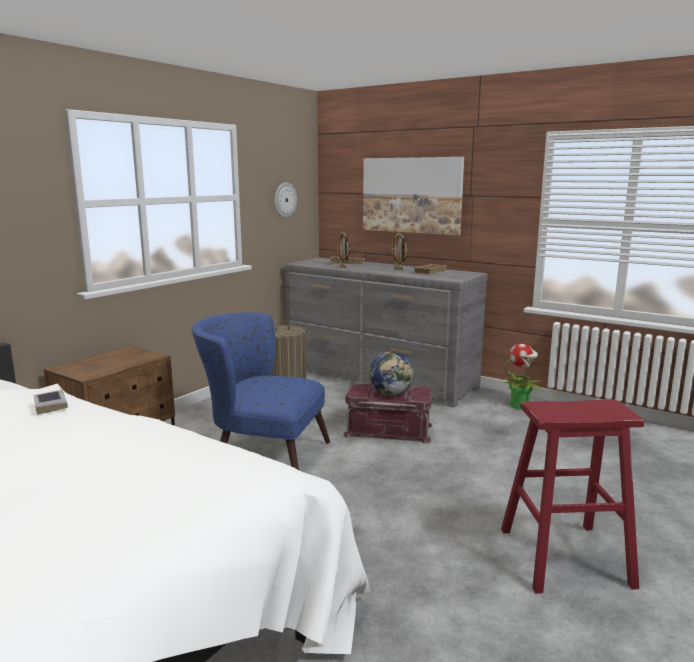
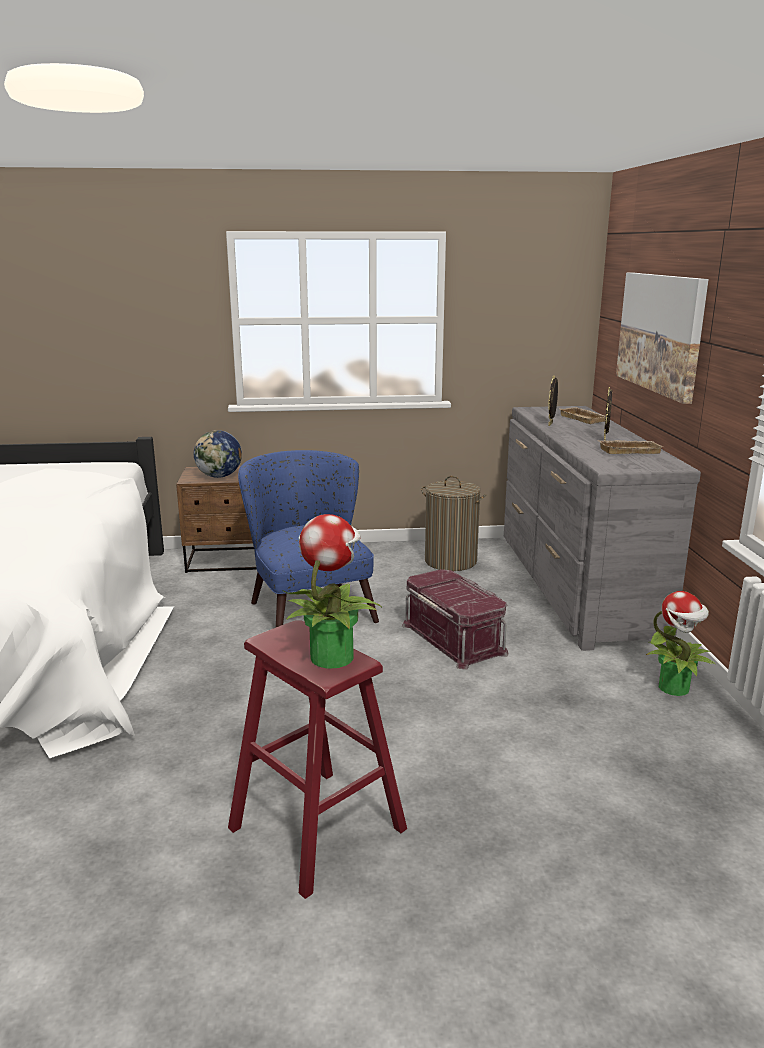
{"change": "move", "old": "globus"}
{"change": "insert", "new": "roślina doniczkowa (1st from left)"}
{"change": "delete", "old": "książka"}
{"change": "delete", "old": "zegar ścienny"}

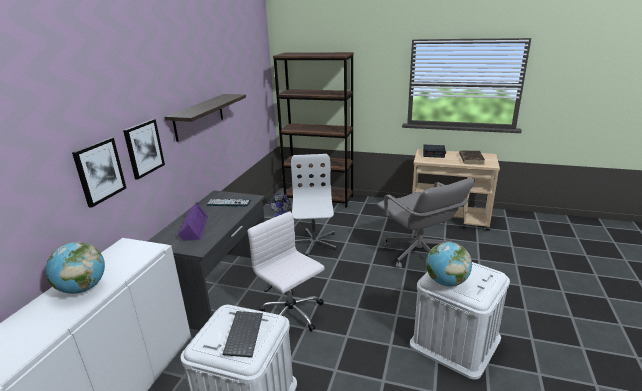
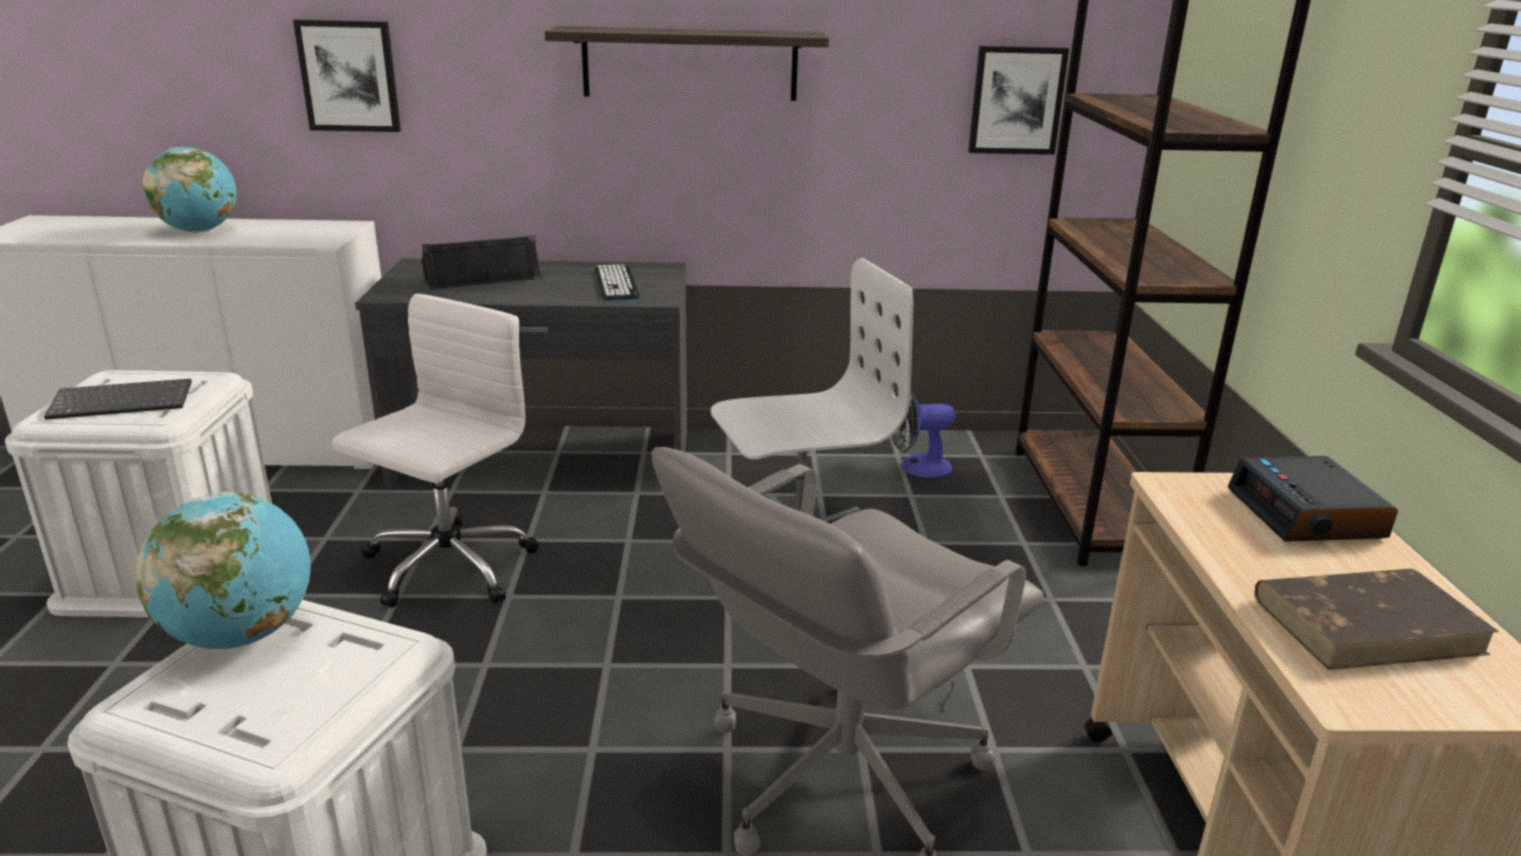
{"change": "recolor", "old": "głośnik/fioletowy", "new": "głośnik/czarny"}
{"change": "move", "old": "obraz (2nd from left)"}

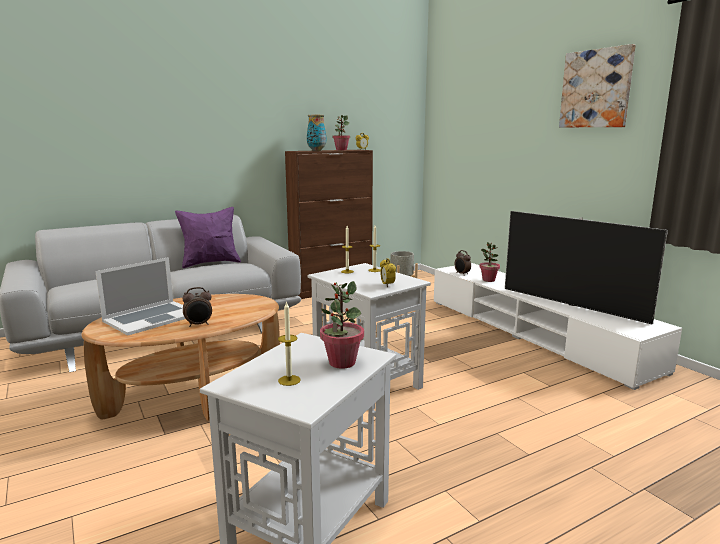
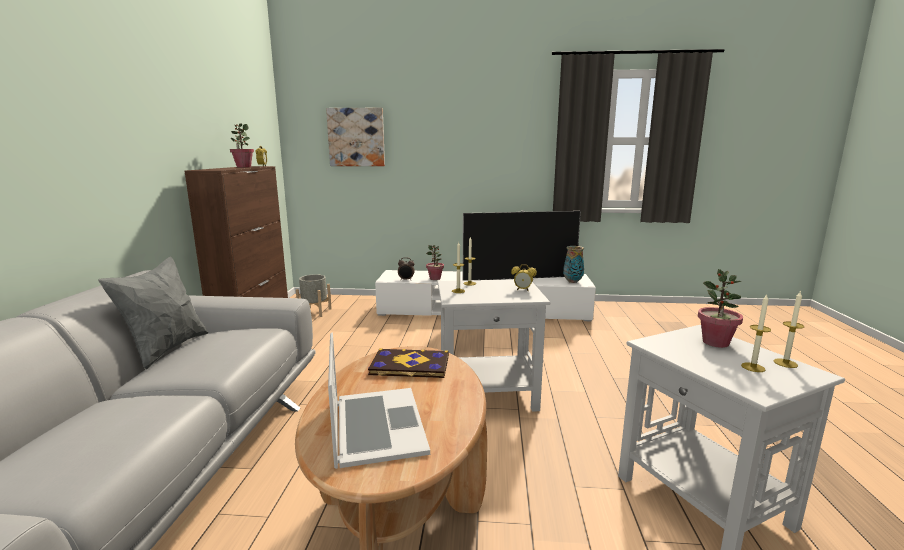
{"change": "recolor", "old": "poduszka/fioletowy", "new": "poduszka/szary"}
{"change": "move", "old": "obraz"}
{"change": "insert", "new": "książka"}
{"change": "move", "old": "wazon"}
{"change": "insert", "new": "świeca (4th from left)"}
{"change": "delete", "old": "budzik (1st from left)"}

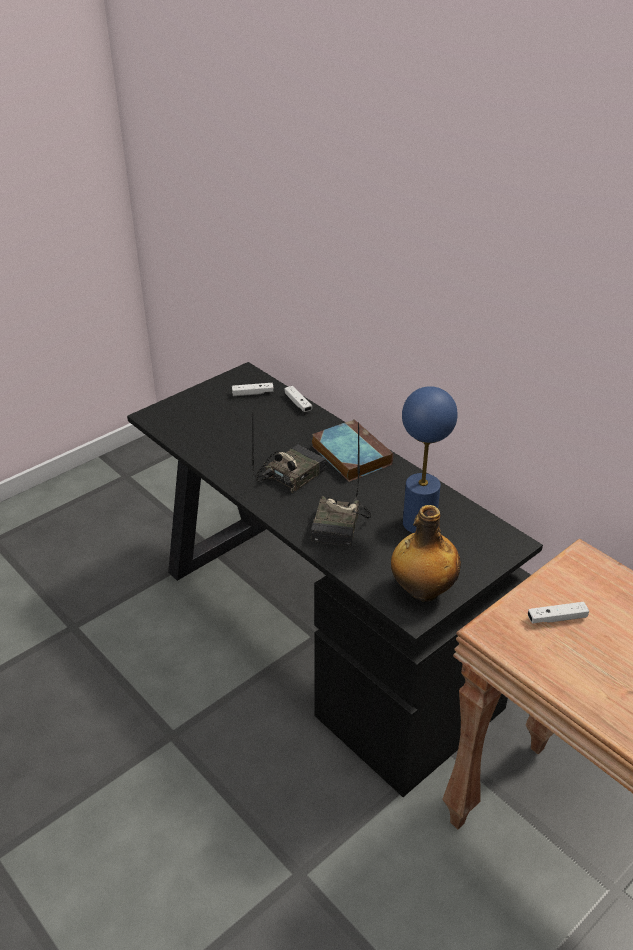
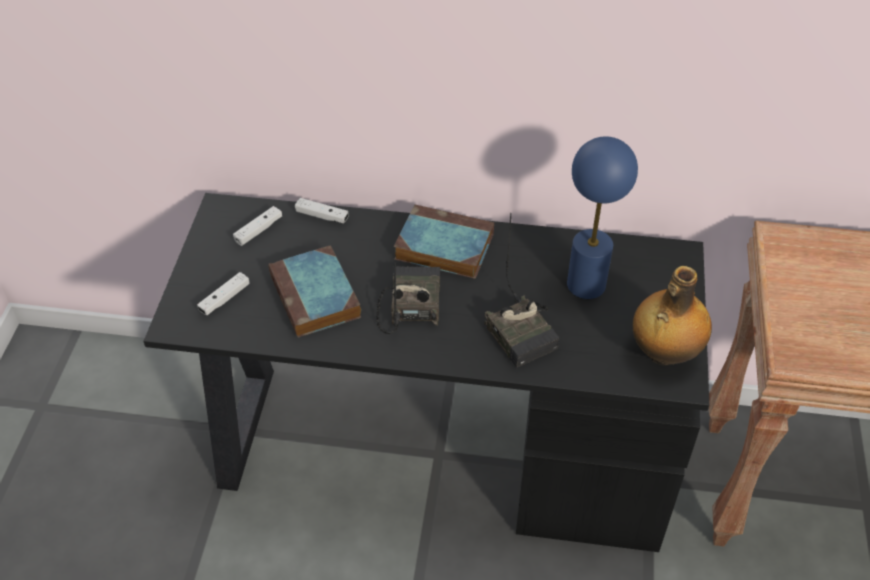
{"change": "move", "old": "pad do gier/biały (3rd from left in the first image)", "new": "pad do gier/biały (1st from left)"}
{"change": "insert", "new": "książka (1st from left)"}

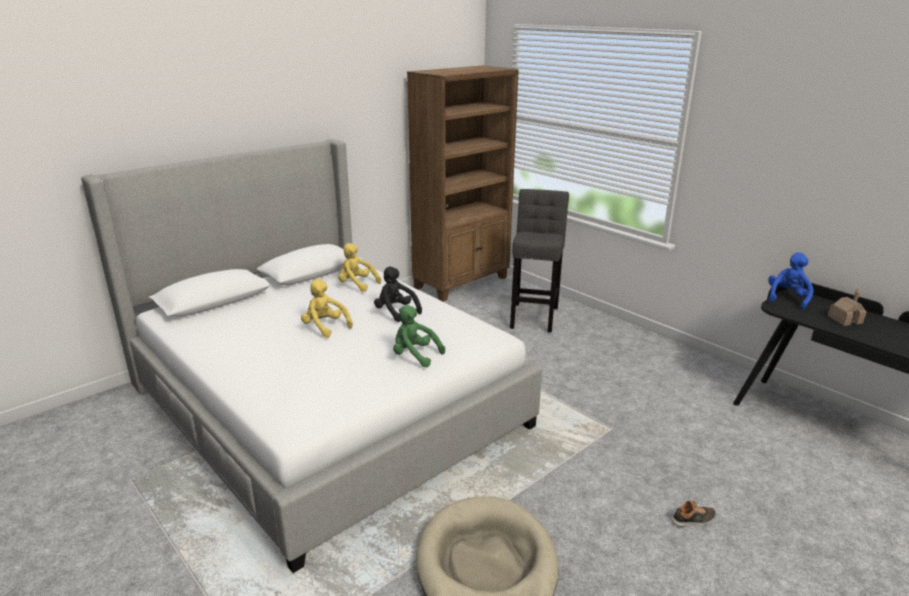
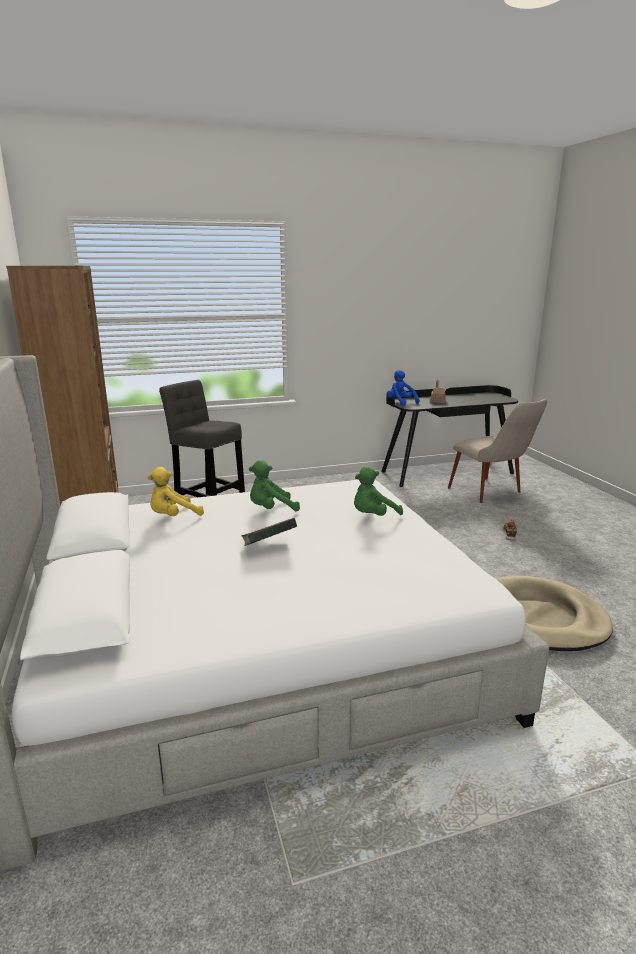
{"change": "replace", "old": "pluszak/żółty (1st from left)", "new": "książka"}
{"change": "recolor", "old": "pluszak/czarny", "new": "pluszak/zielony (1st from left)"}
{"change": "insert", "new": "krzesło/beżowy"}

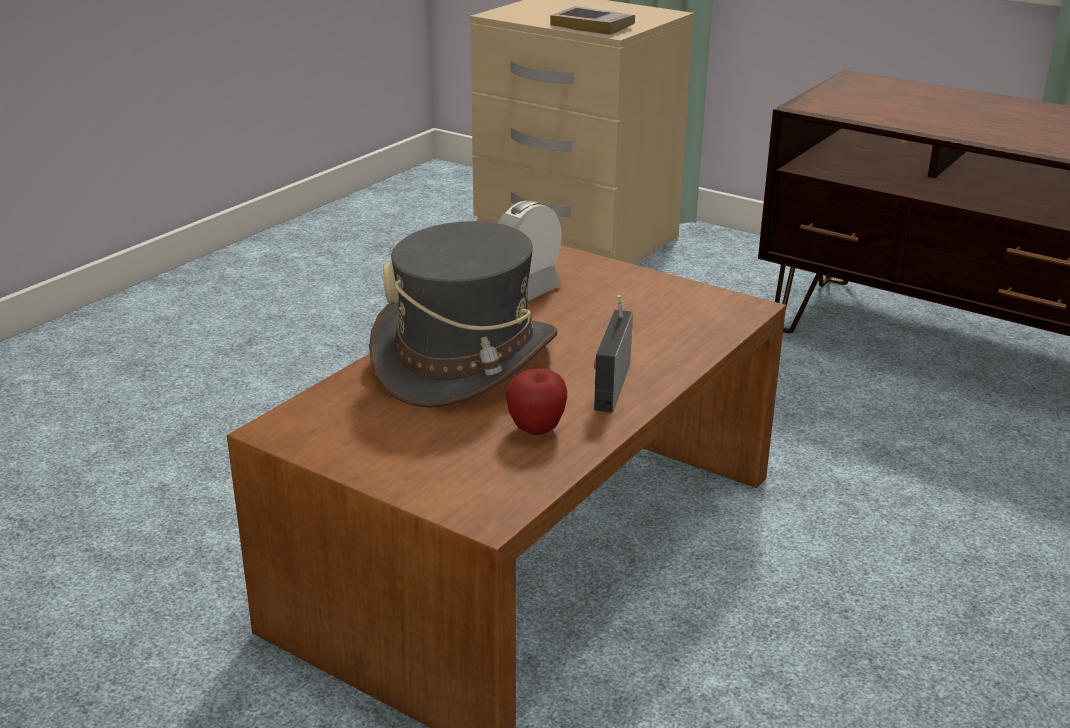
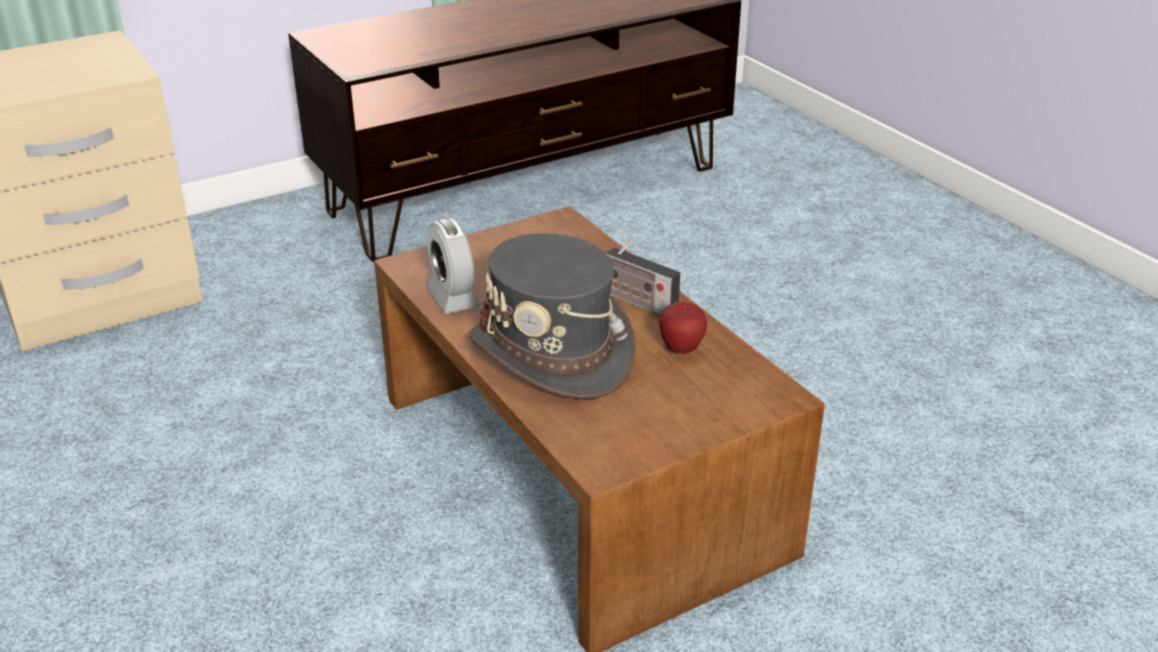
{"change": "delete", "old": "książka"}

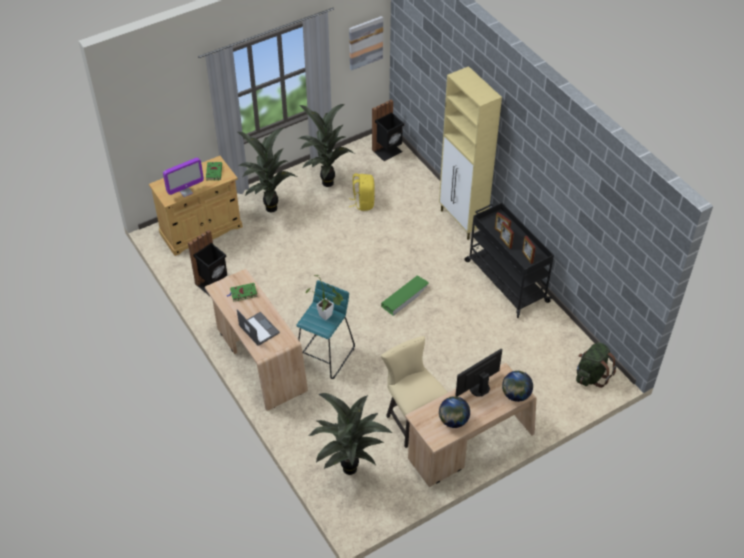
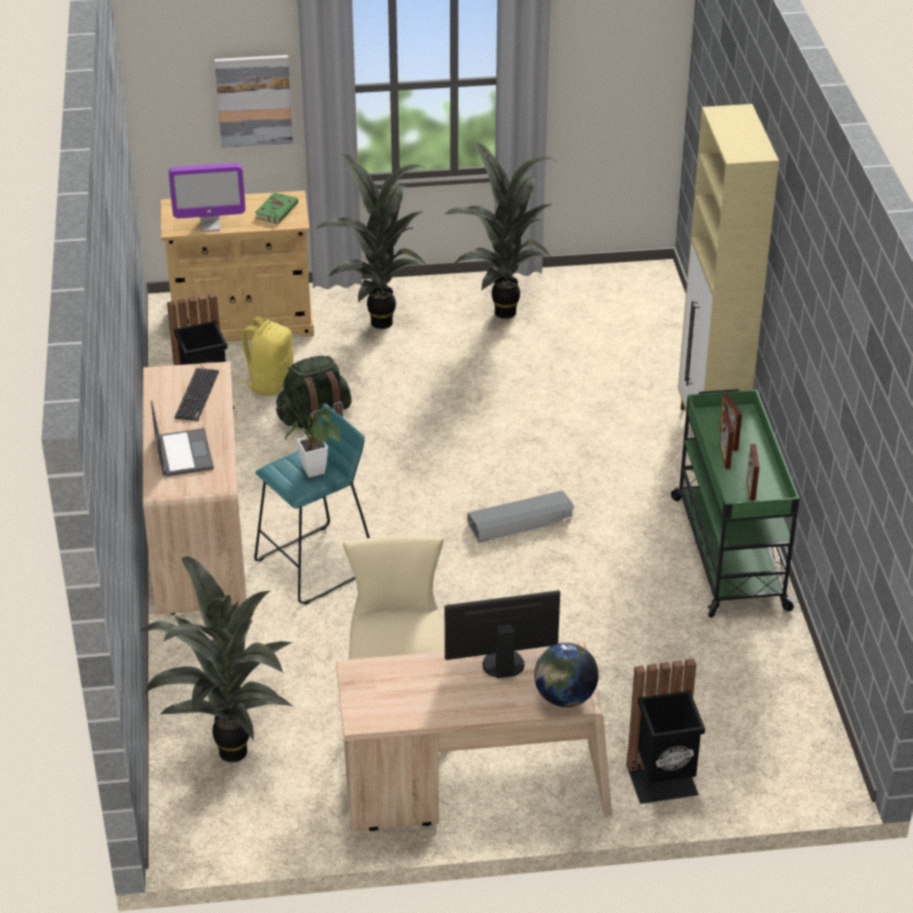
{"change": "replace", "old": "książka/zielony (2nd from left)", "new": "klawiatura"}
{"change": "move", "old": "obraz"}
{"change": "move", "old": "plecak/żółty"}
{"change": "move", "old": "plecak/zielony"}
{"change": "recolor", "old": "pojemnik do przechowywania/zielony", "new": "pojemnik do przechowywania/szary"}
{"change": "move", "old": "kosz na śmieci/czarny (2nd from left)"}
{"change": "recolor", "old": "wózek/czarny", "new": "wózek/zielony"}
{"change": "delete", "old": "globus (1st from left)"}

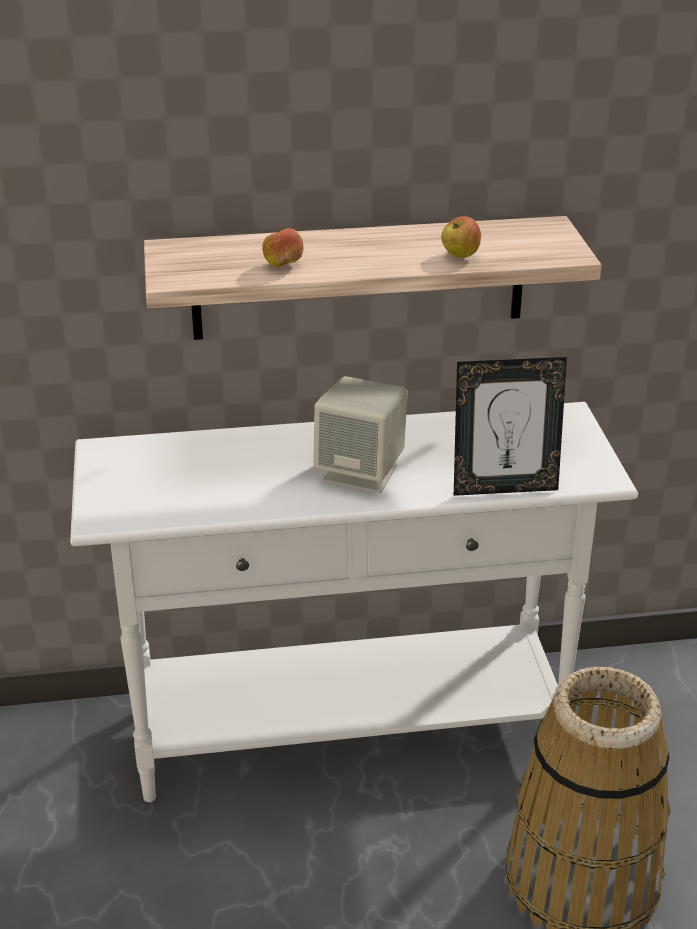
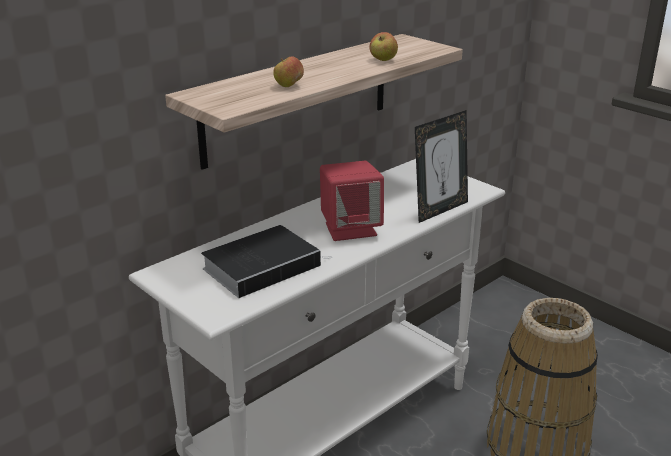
{"change": "insert", "new": "książka"}
{"change": "recolor", "old": "głośnik/beżowy", "new": "głośnik/czerwony"}

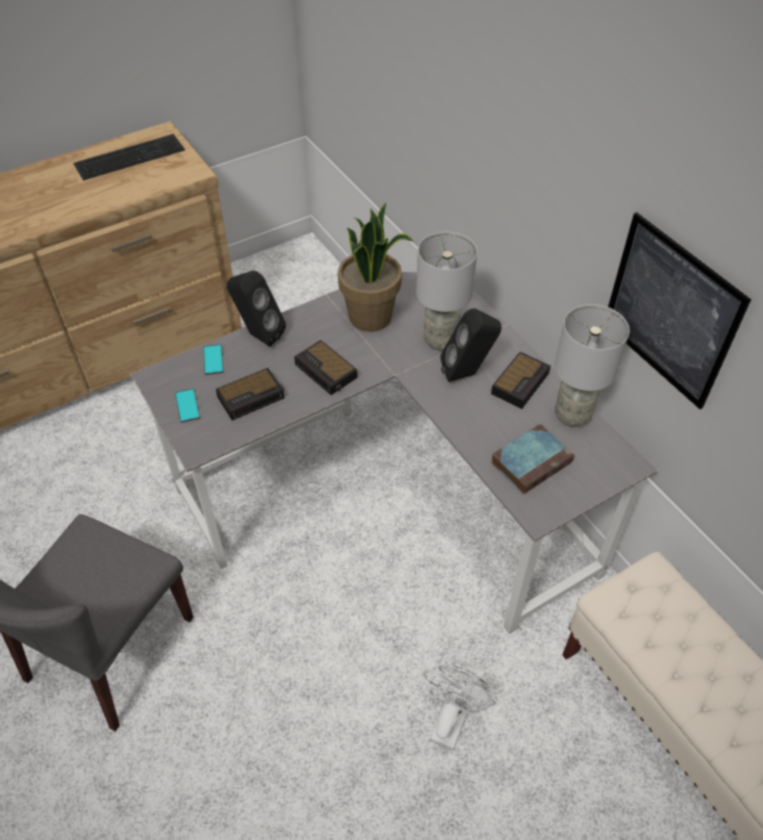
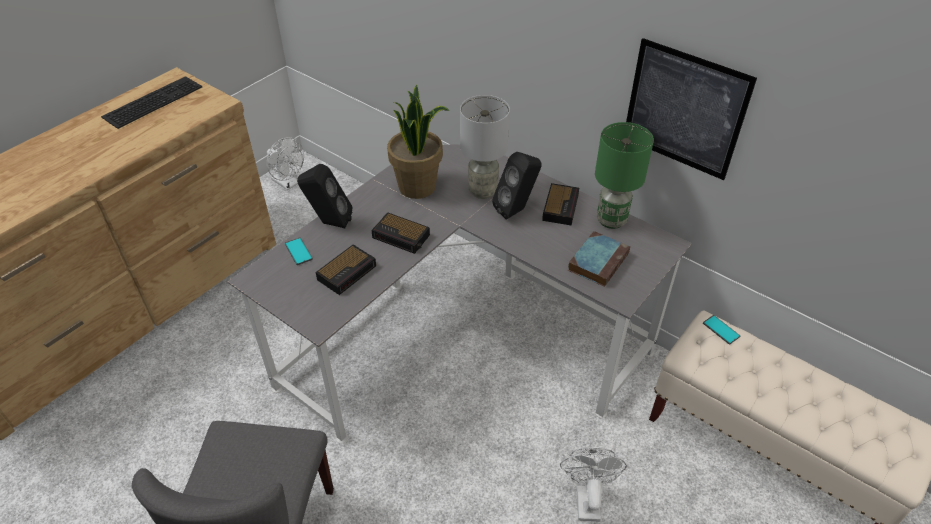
{"change": "insert", "new": "wentylator/biały (1st from left)"}
{"change": "recolor", "old": "lampa stołowa/szary (2nd from left)", "new": "lampa stołowa/zielony"}
{"change": "move", "old": "telefon (1st from left in the first image)", "new": "telefon (2nd from left)"}

